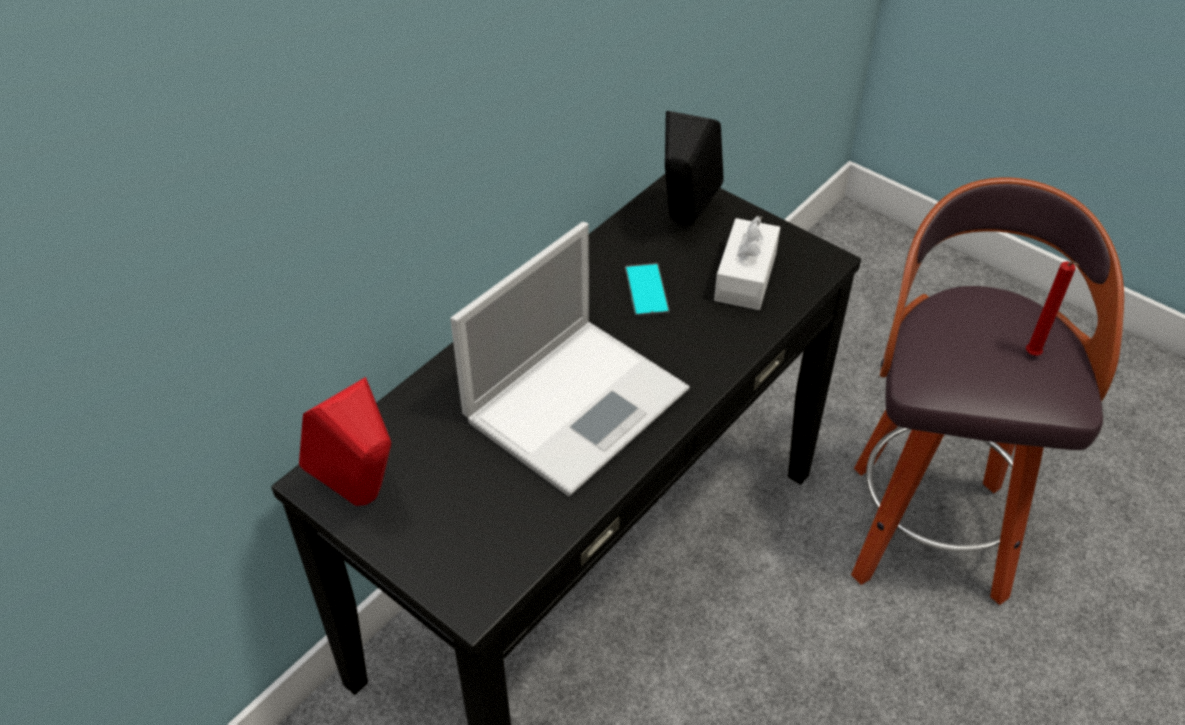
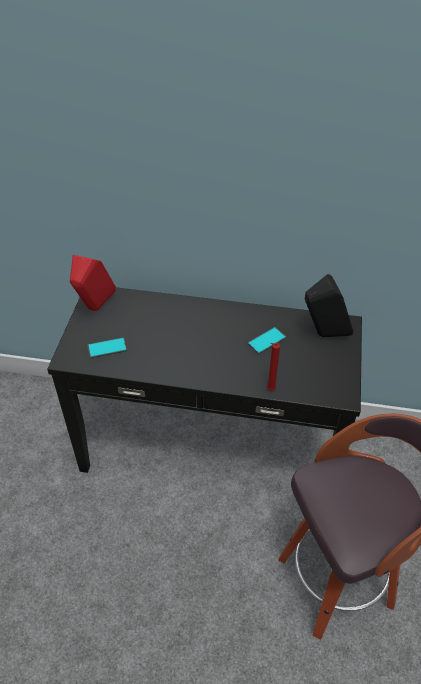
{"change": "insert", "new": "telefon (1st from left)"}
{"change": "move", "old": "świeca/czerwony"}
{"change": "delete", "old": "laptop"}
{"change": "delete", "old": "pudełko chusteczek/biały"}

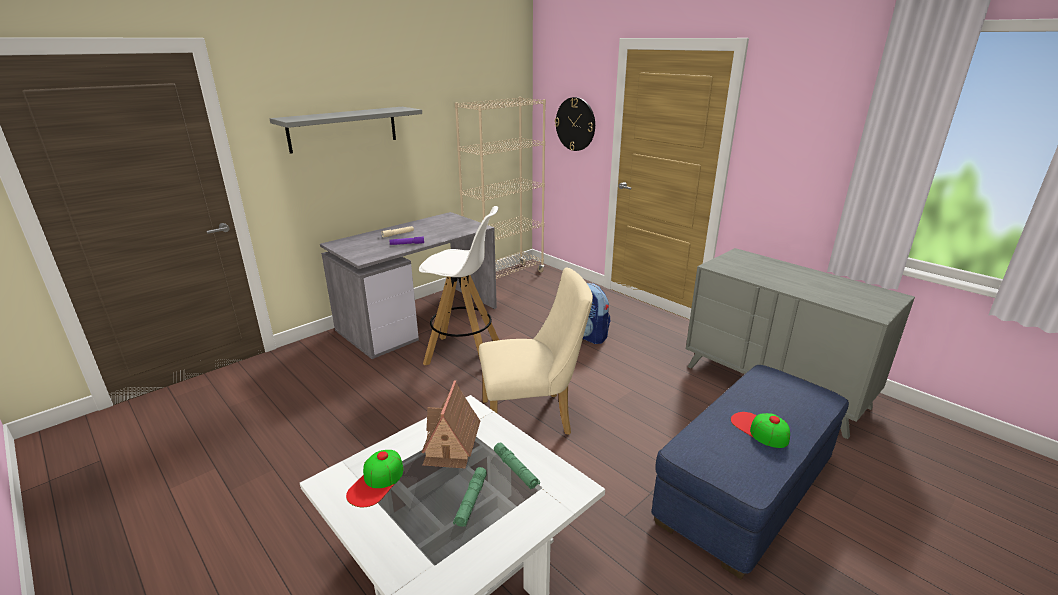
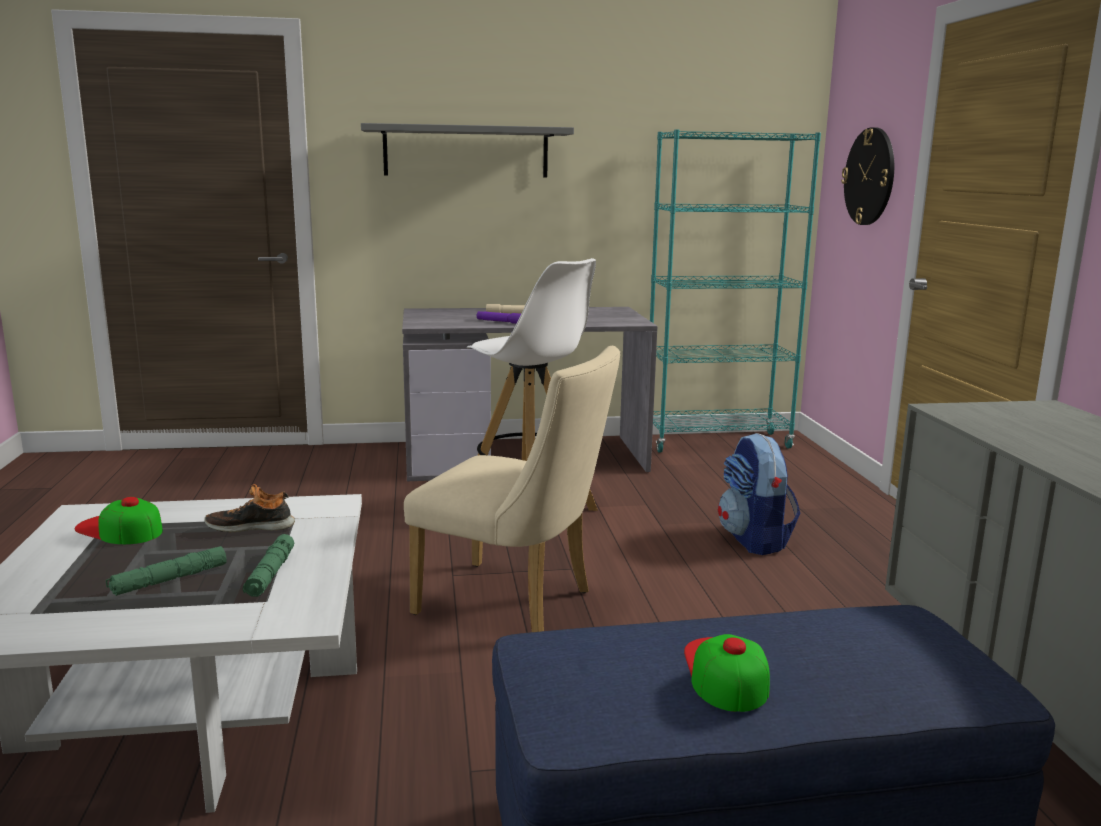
{"change": "rotate", "old": "czapka z daszkiem (1st from left)", "degrees": 60}
{"change": "replace", "old": "domek", "new": "but"}
{"change": "recolor", "old": "regał/beżowy", "new": "regał/turkusowy"}

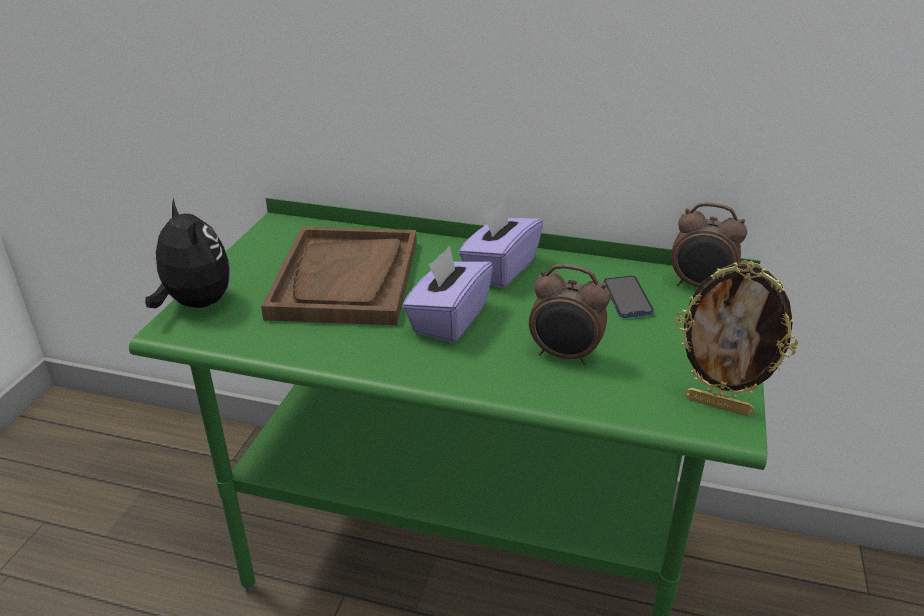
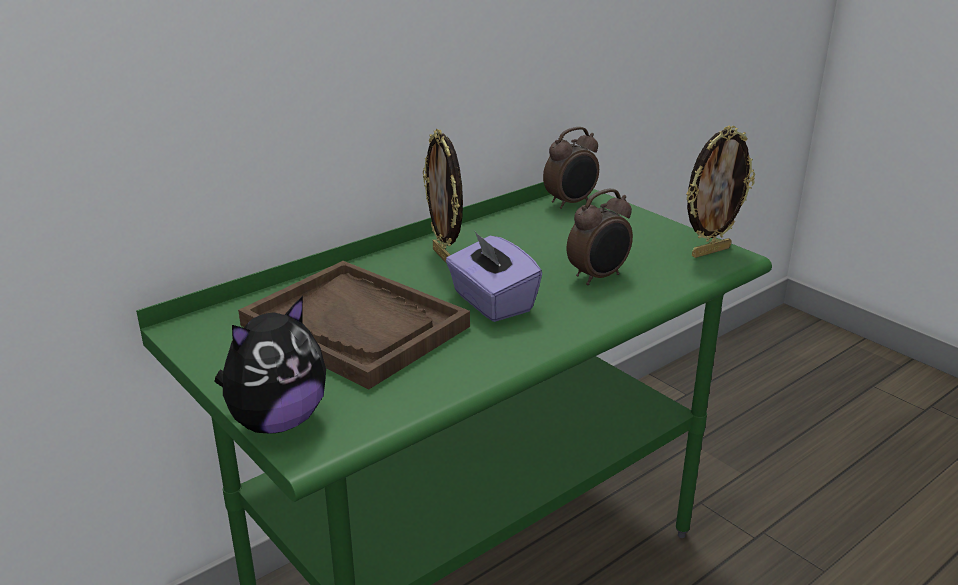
{"change": "rotate", "old": "pluszak", "degrees": 135}
{"change": "replace", "old": "pudełko chusteczek/fioletowy (2nd from left)", "new": "ramka na zdjęcie (1st from left)"}
{"change": "delete", "old": "telefon"}

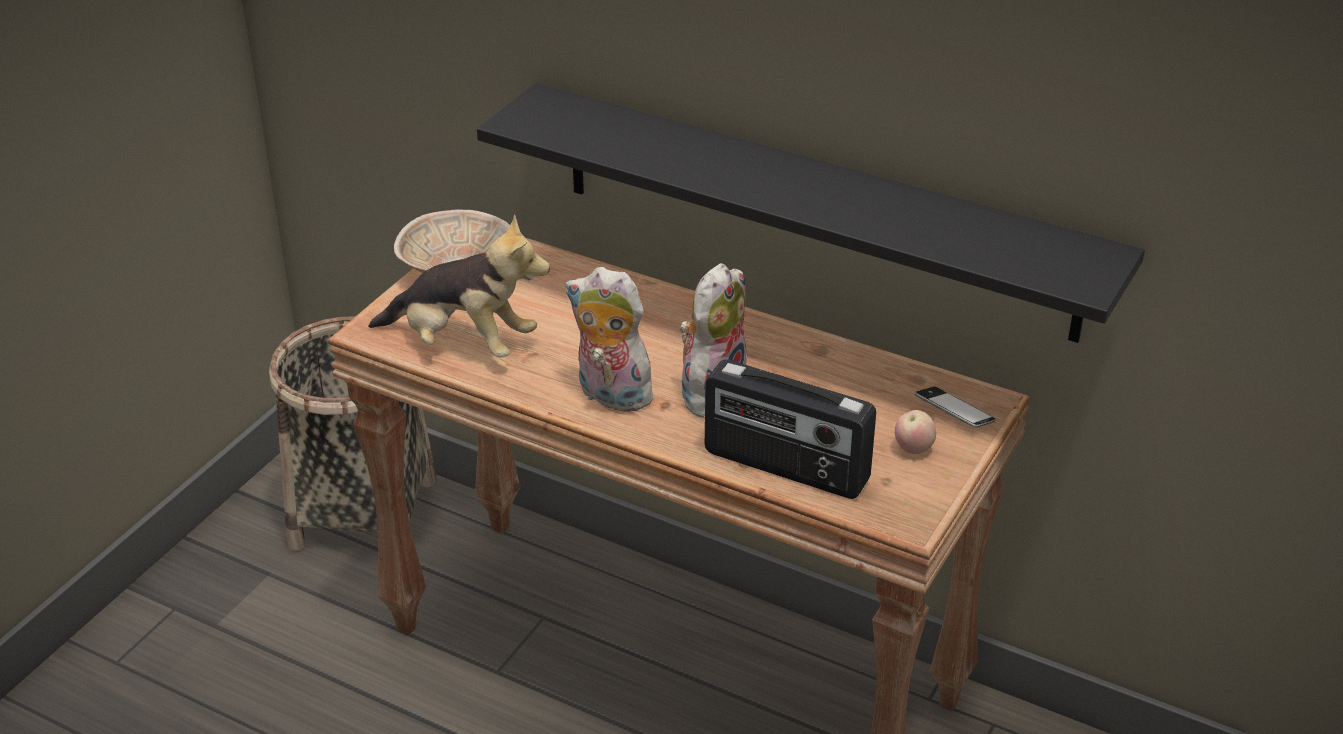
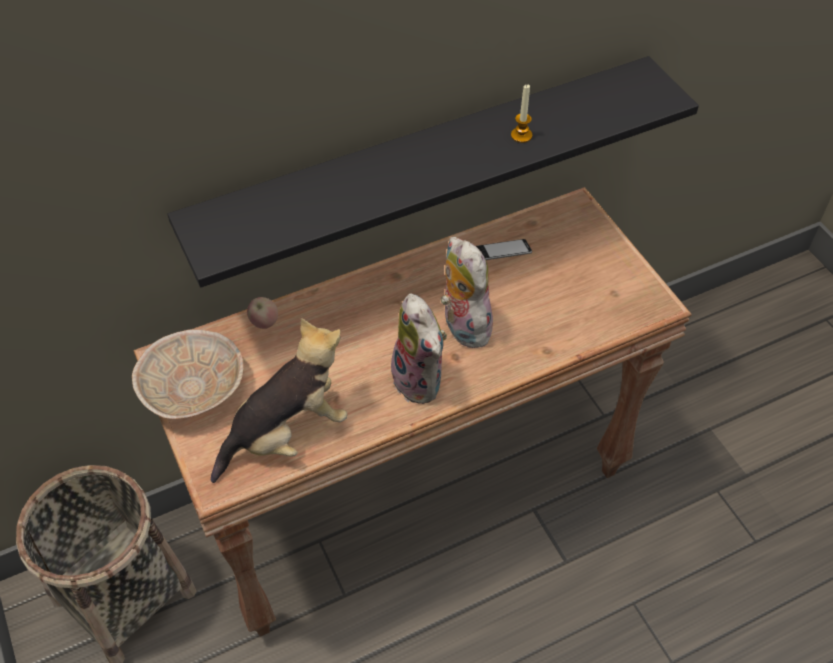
{"change": "move", "old": "jabłko"}
{"change": "rotate", "old": "pluszak (2nd from left)", "degrees": -90}
{"change": "move", "old": "telefon"}
{"change": "insert", "new": "świeca"}
{"change": "delete", "old": "radio"}

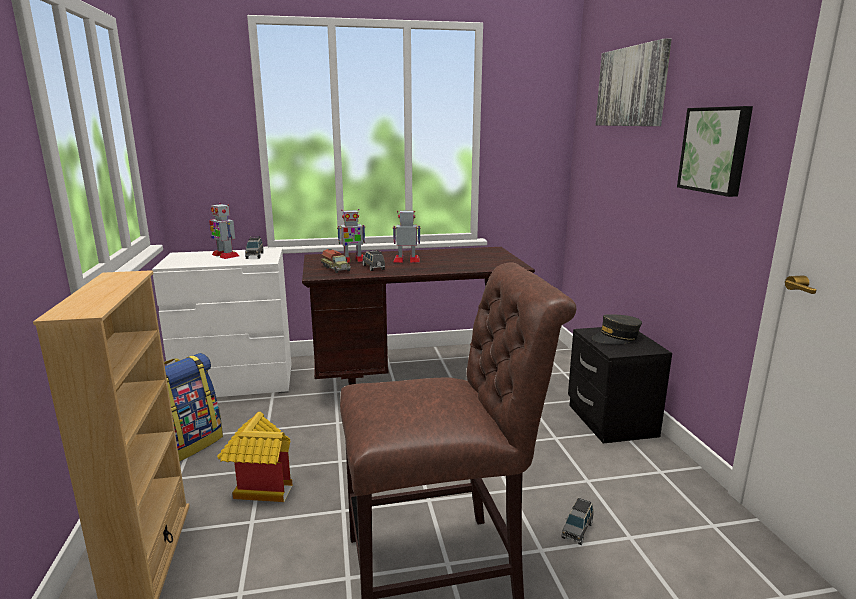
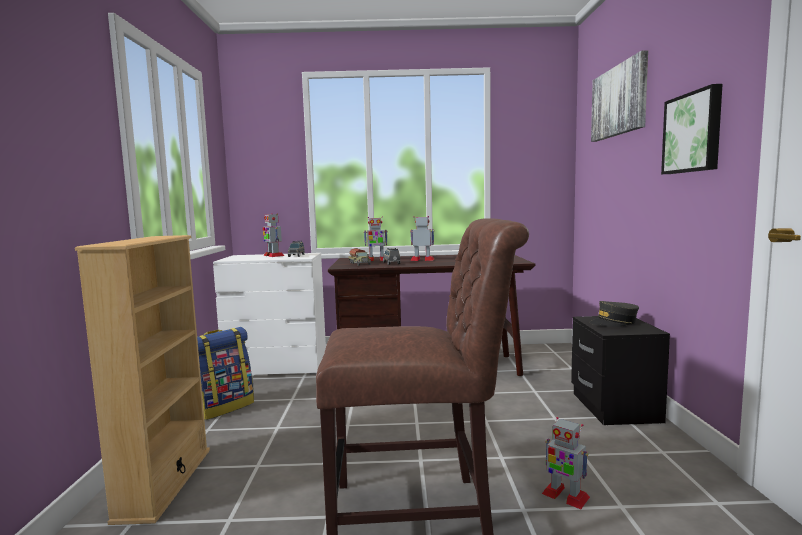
{"change": "replace", "old": "samochodzik/szary (3rd from left)", "new": "robot zabawkowy (4th from left)"}
{"change": "delete", "old": "domek"}

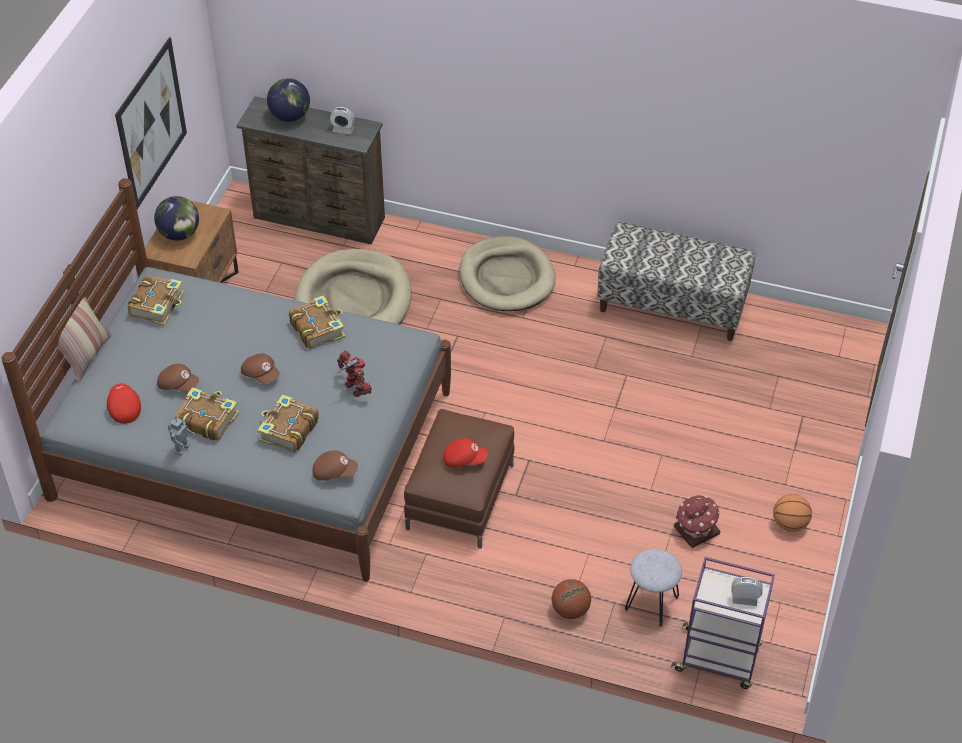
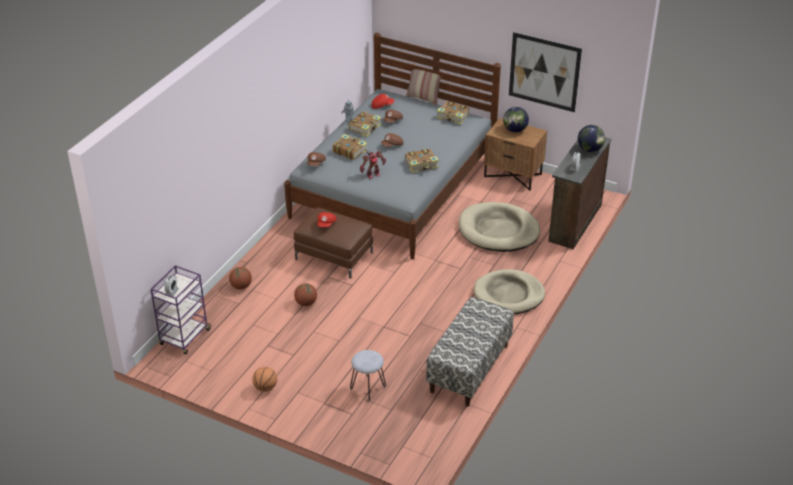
{"change": "insert", "new": "piłka do koszykówki (3rd from left)"}
{"change": "move", "old": "stołek/szary"}
{"change": "delete", "old": "domek"}

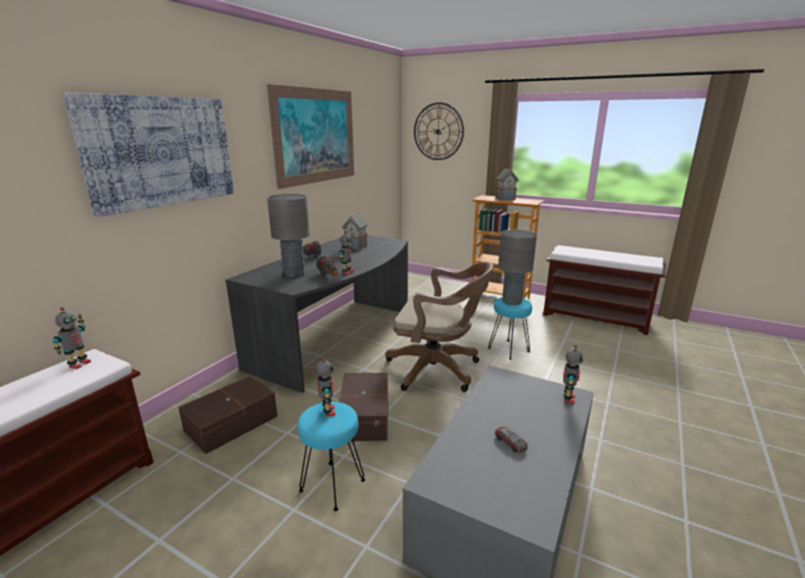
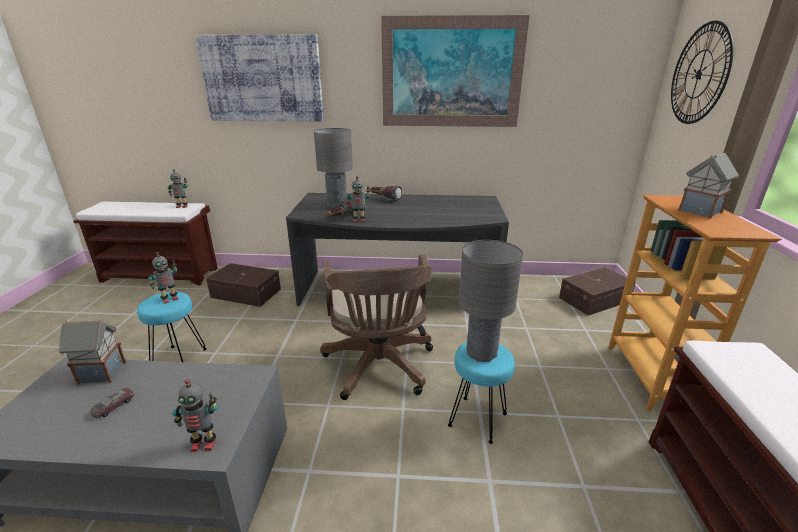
{"change": "move", "old": "domek (1st from left)"}
{"change": "move", "old": "pojemnik do przechowywania/brązowy (2nd from left)"}

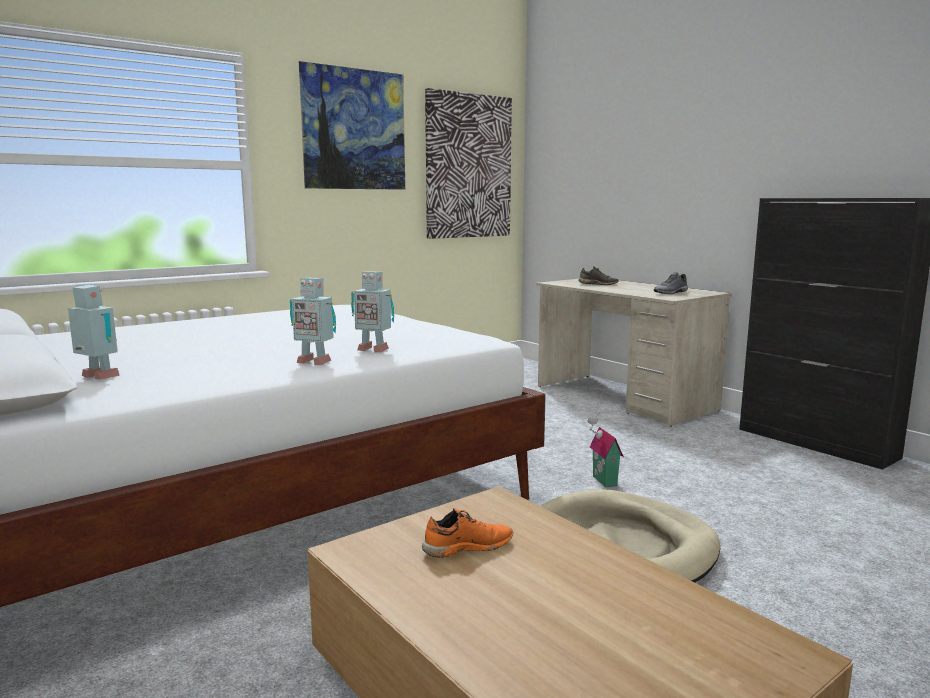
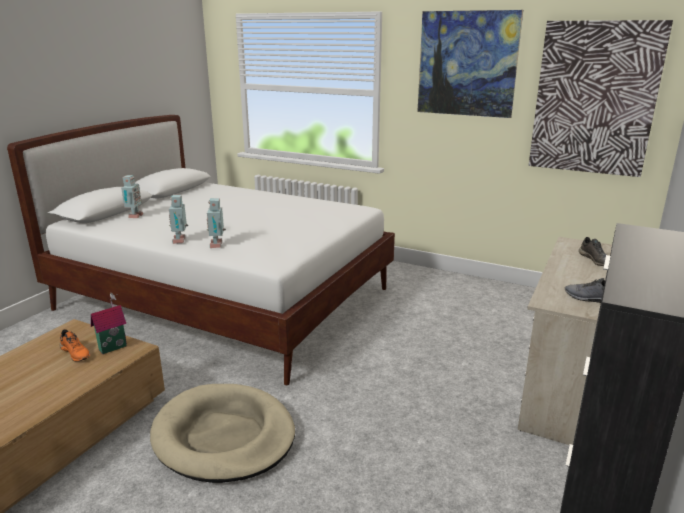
{"change": "move", "old": "domek"}

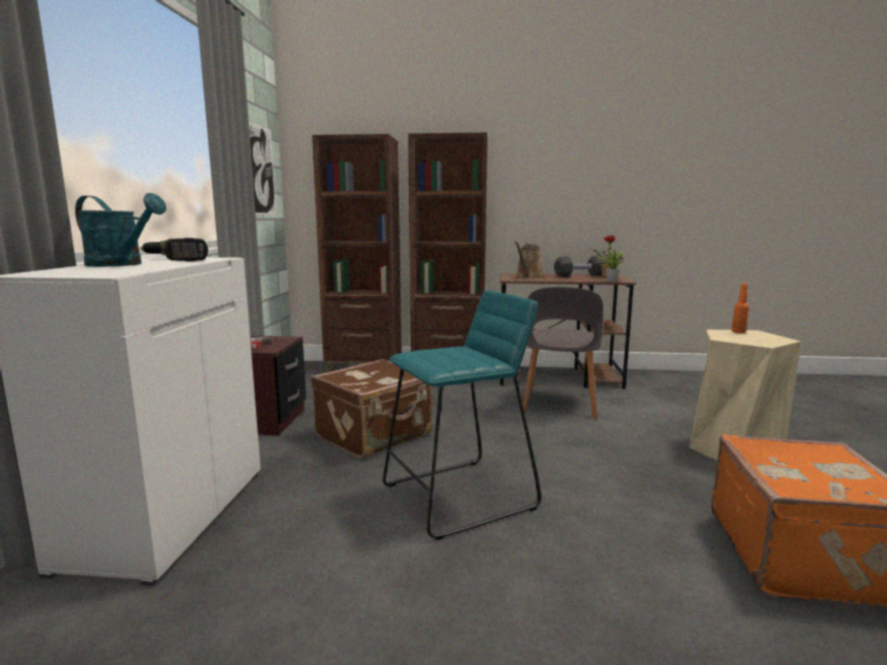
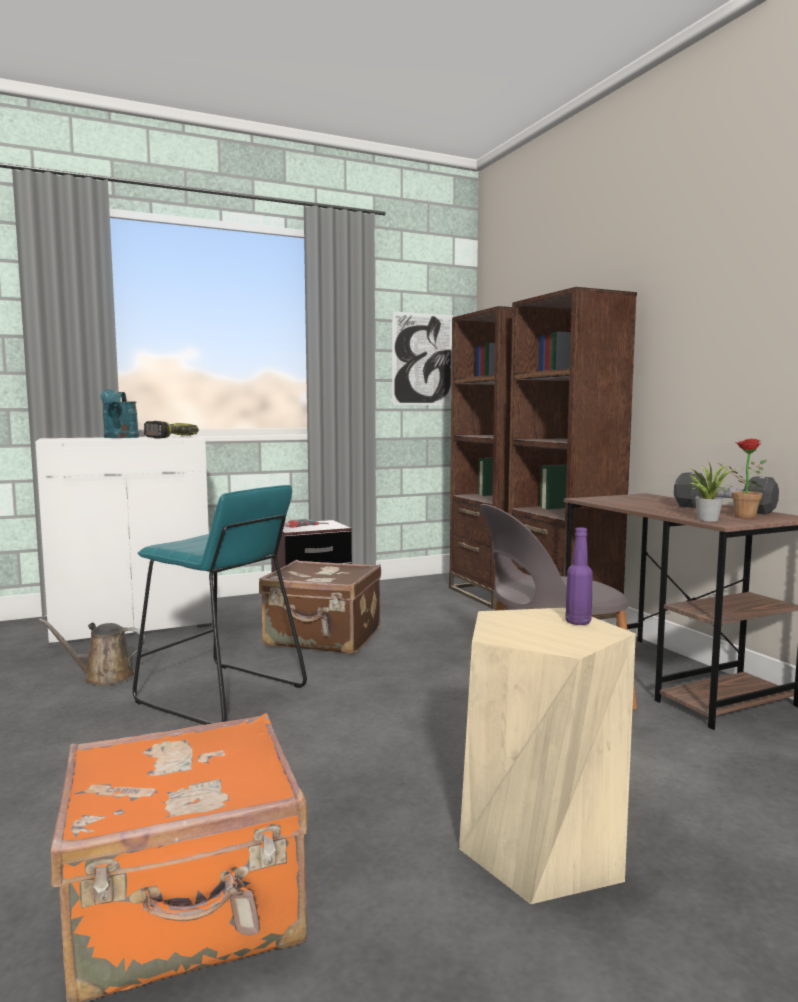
{"change": "move", "old": "konewka/brązowy"}
{"change": "recolor", "old": "butelka/pomarańczowy", "new": "butelka/fioletowy"}

